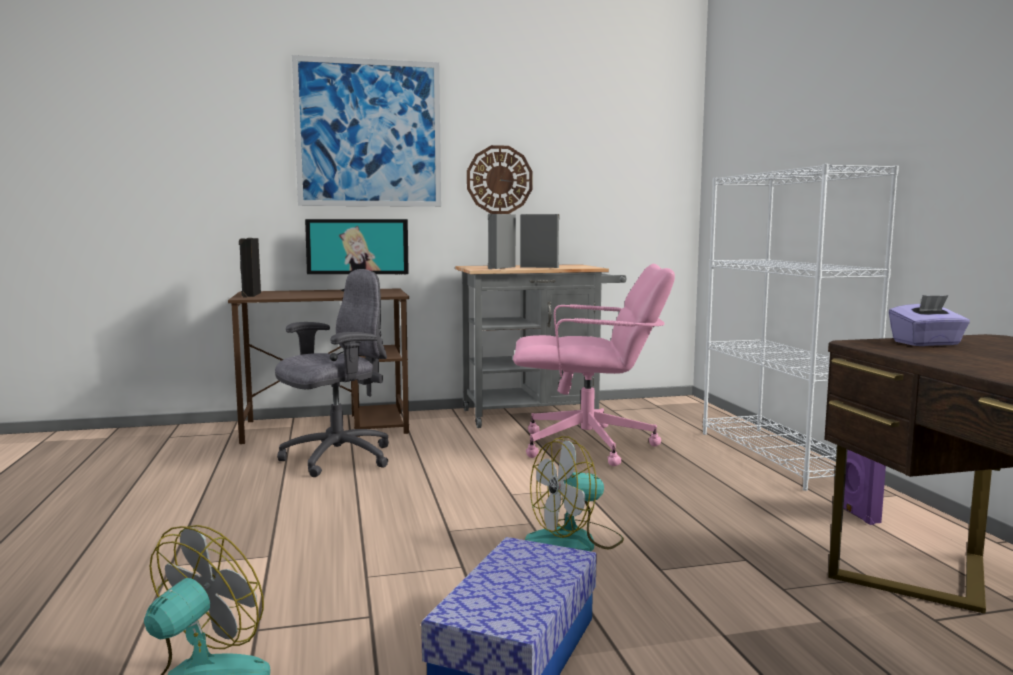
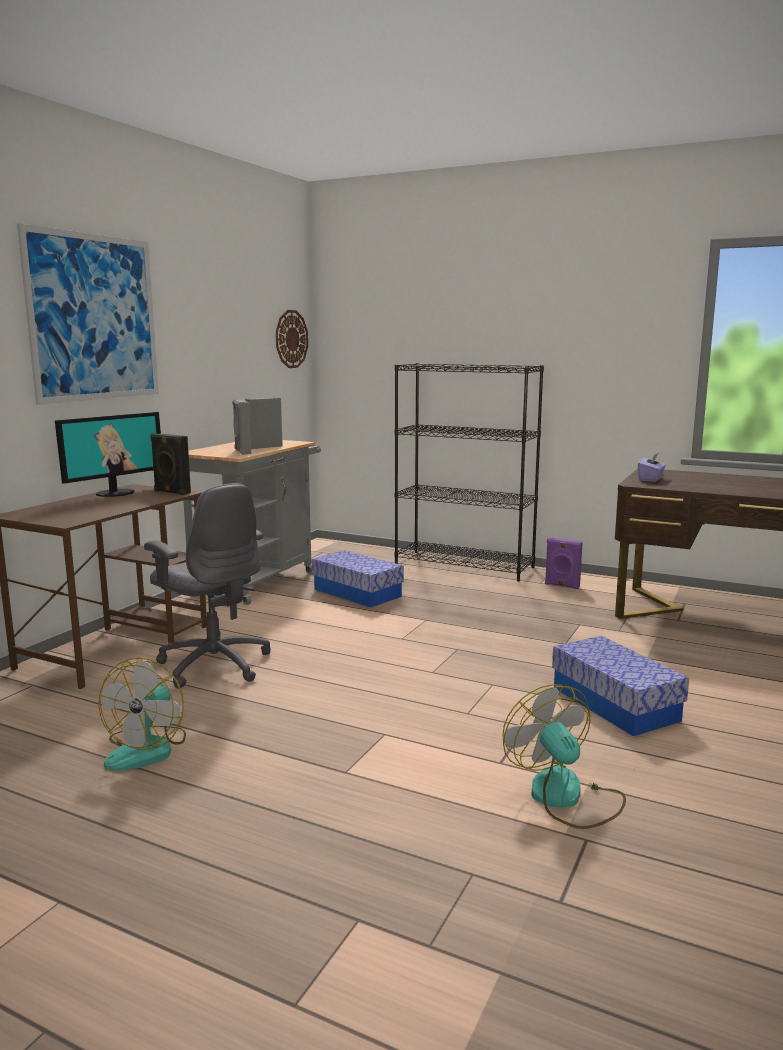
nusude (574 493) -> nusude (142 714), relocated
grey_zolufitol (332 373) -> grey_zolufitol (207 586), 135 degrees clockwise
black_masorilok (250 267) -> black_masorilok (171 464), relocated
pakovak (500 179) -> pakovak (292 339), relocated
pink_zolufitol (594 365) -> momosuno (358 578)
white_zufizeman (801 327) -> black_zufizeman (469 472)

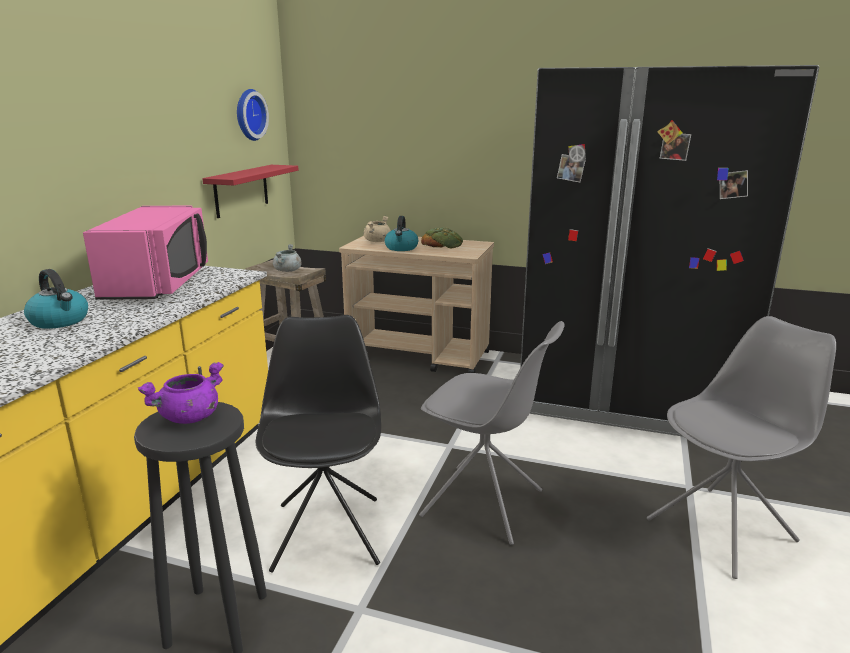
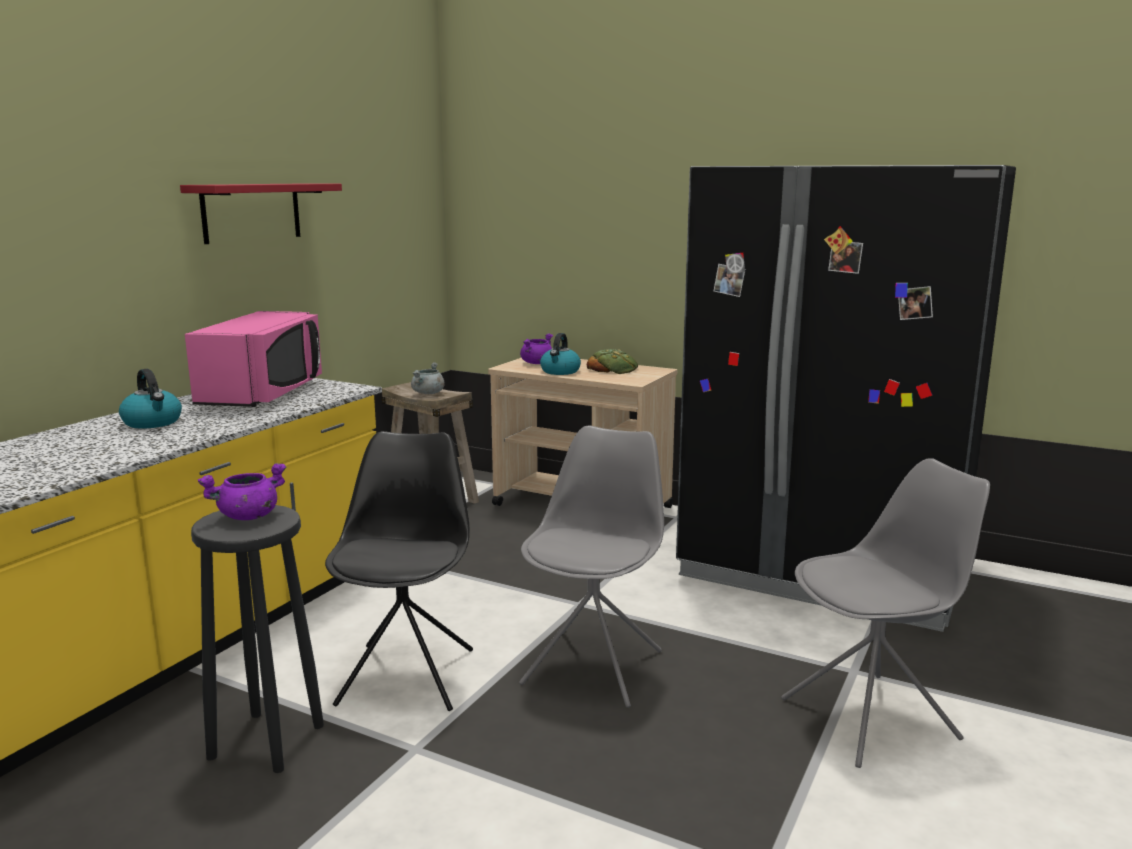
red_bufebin (250 191) -> red_bufebin (261 213), relocated
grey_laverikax (492 433) -> grey_laverikax (591 566), 105 degrees counterclockwise
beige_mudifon (377 229) -> purple_mudifon (536 348)
pakovak (253 115) -> none

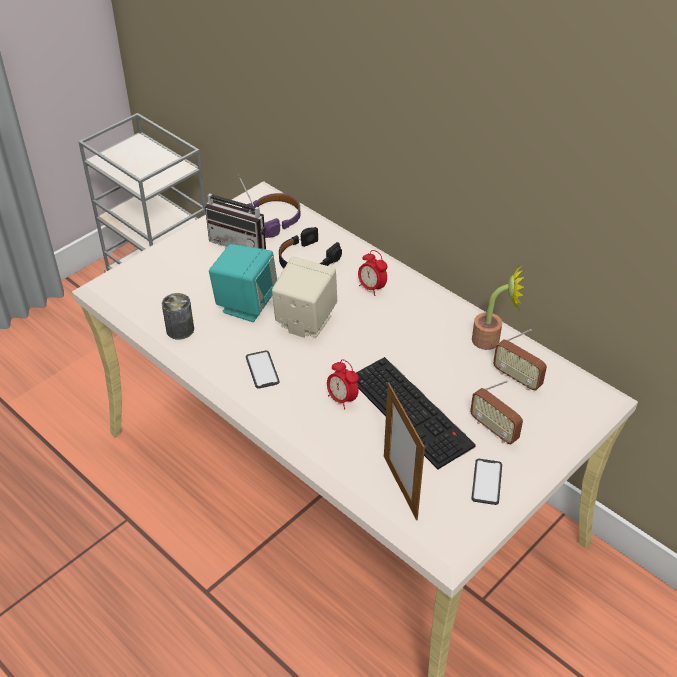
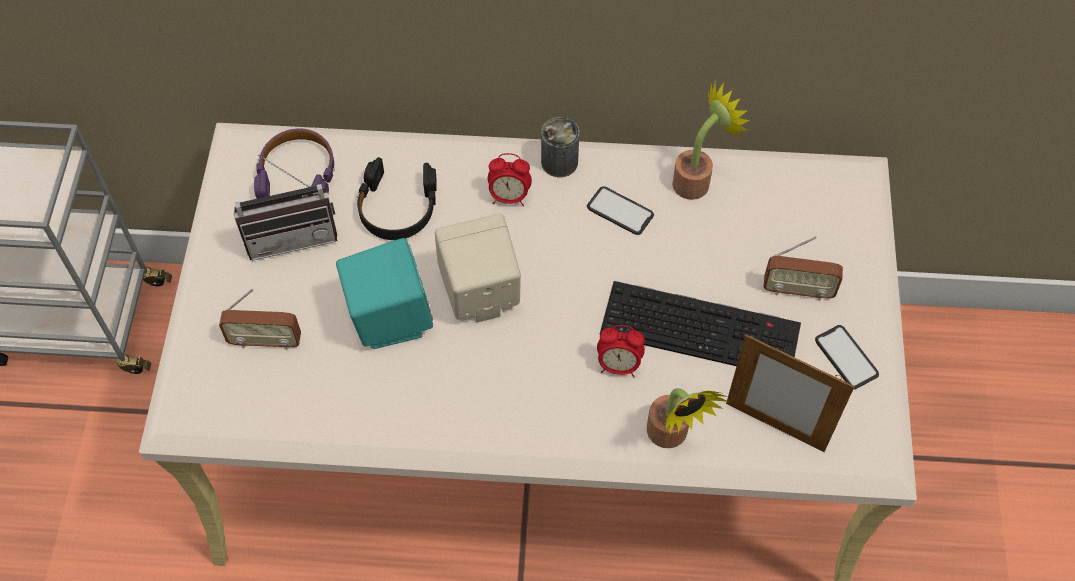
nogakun (520 359) -> nogakun (260 319), relocated
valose (178 316) -> valose (560 147), relocated
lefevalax (263 370) -> lefevalax (620 210), relocated
none -> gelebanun (688 418)

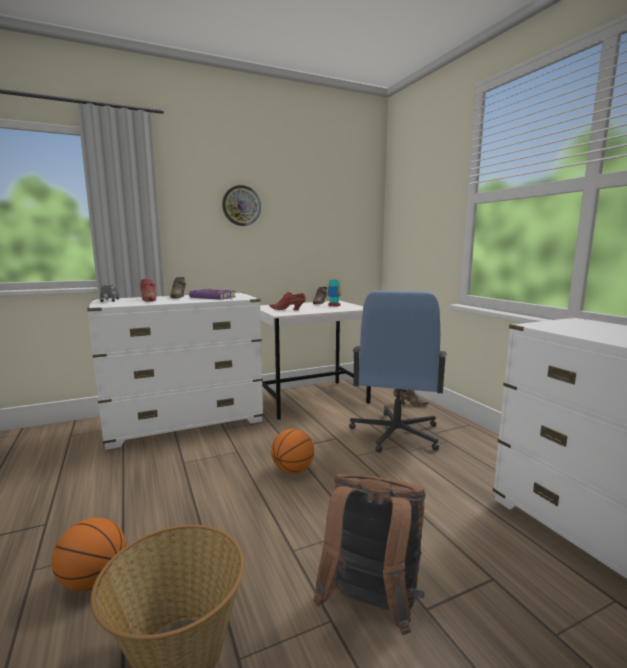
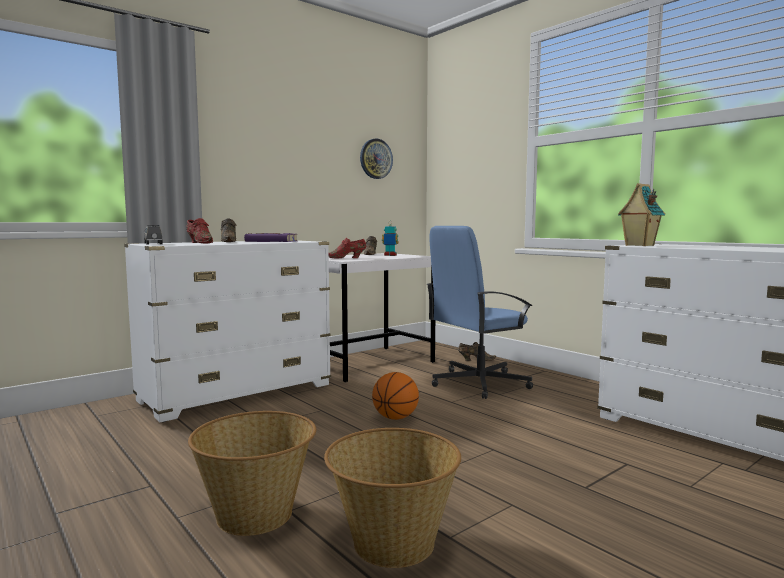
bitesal (89 554) -> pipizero (252 473)
pakovak (241 205) -> pakovak (376 159), relocated
blue_zolufitol (398 372) -> blue_zolufitol (480 312), 60 degrees clockwise
none -> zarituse (641 214)
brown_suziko (369 554) -> none

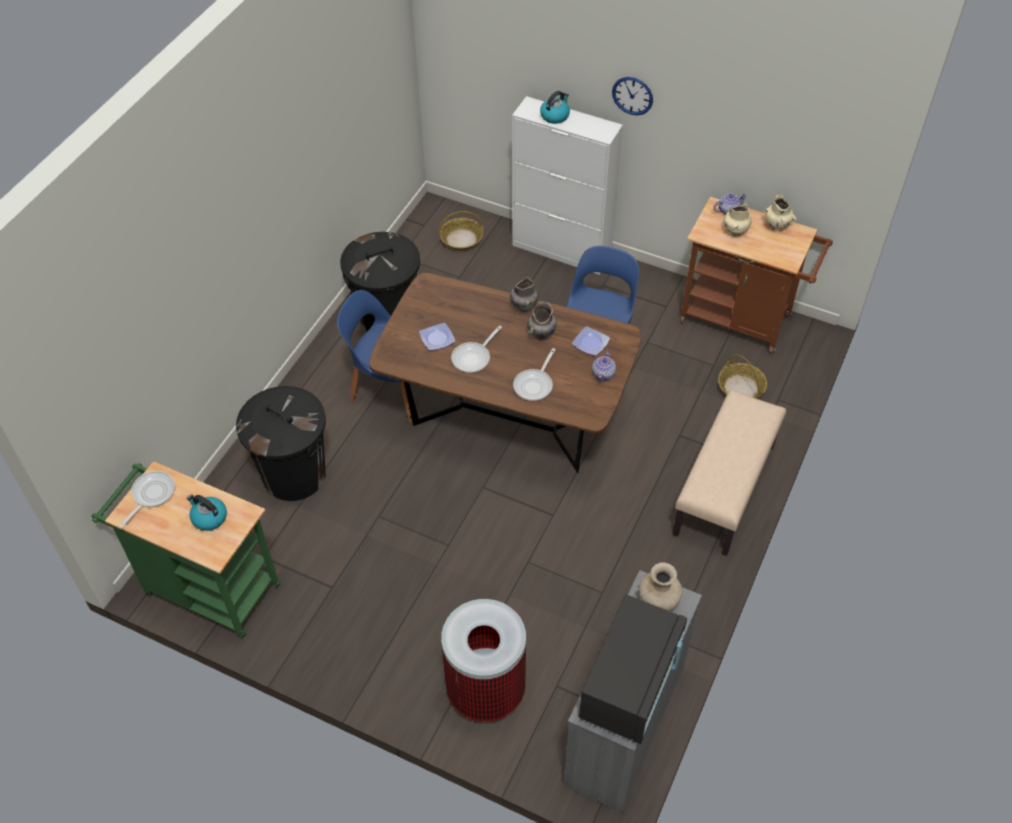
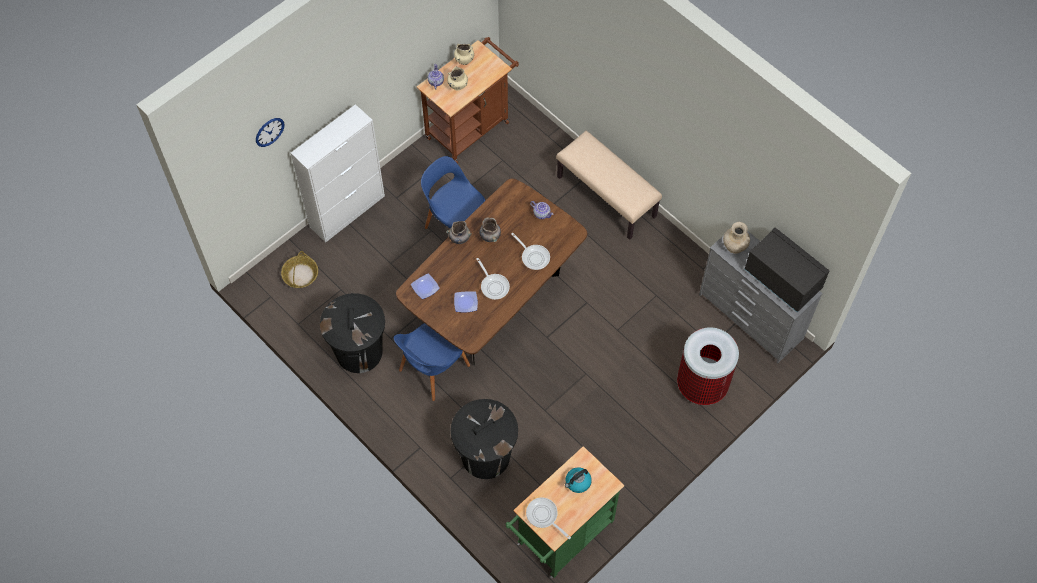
pakovak (632 96) -> pakovak (270 132), relocated
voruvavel (591 341) -> voruvavel (425 286), relocated
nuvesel (555 107) -> none
pipizero (742 377) -> none

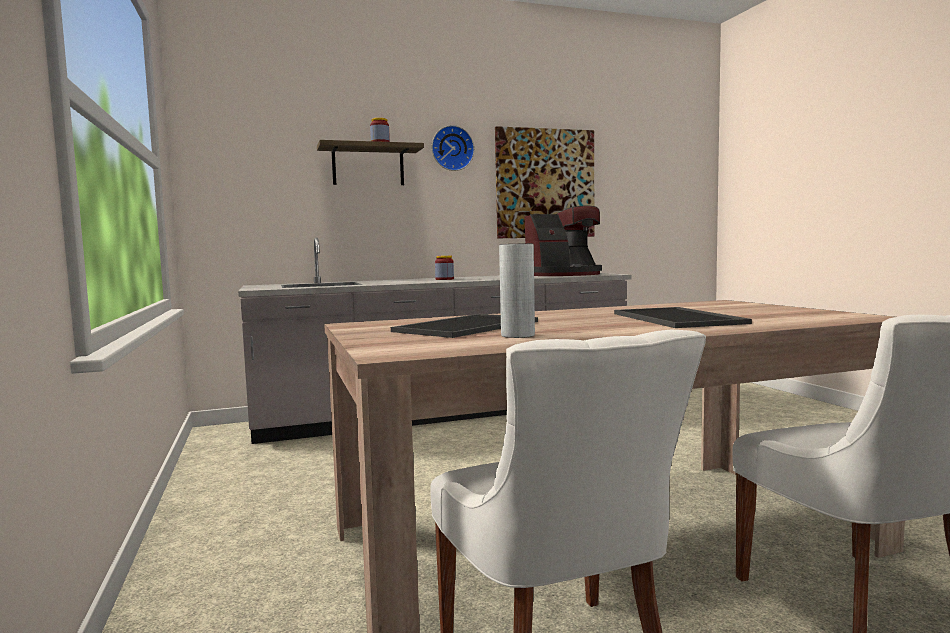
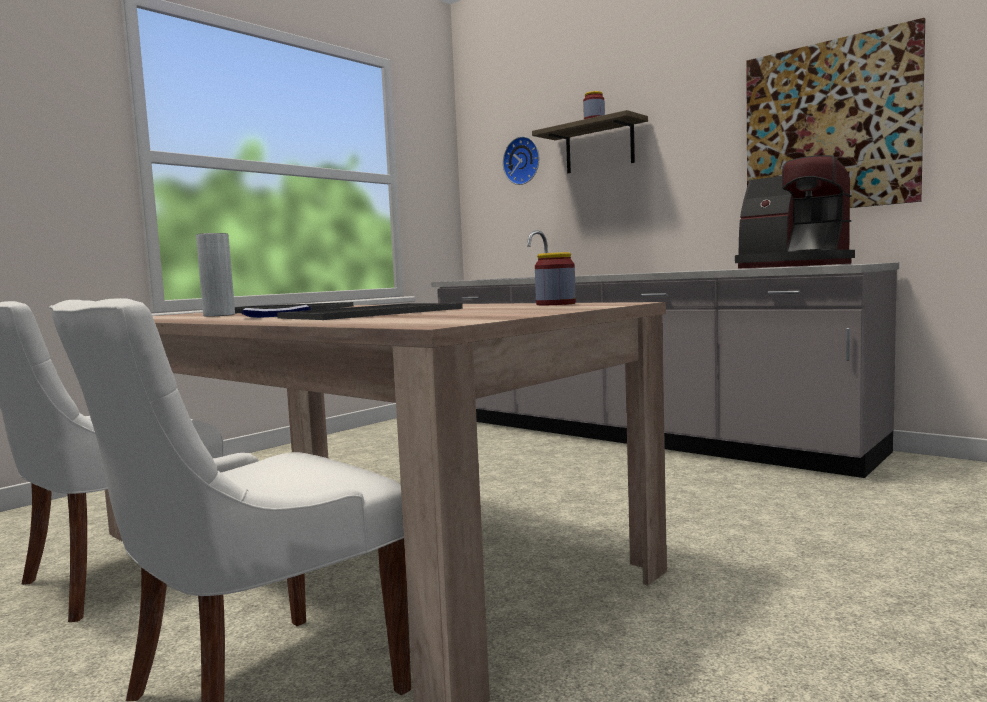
none -> voruvavel (276 311)
pakovak (453 148) -> pakovak (521 160), relocated
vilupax (444 268) -> vilupax (555 278), relocated

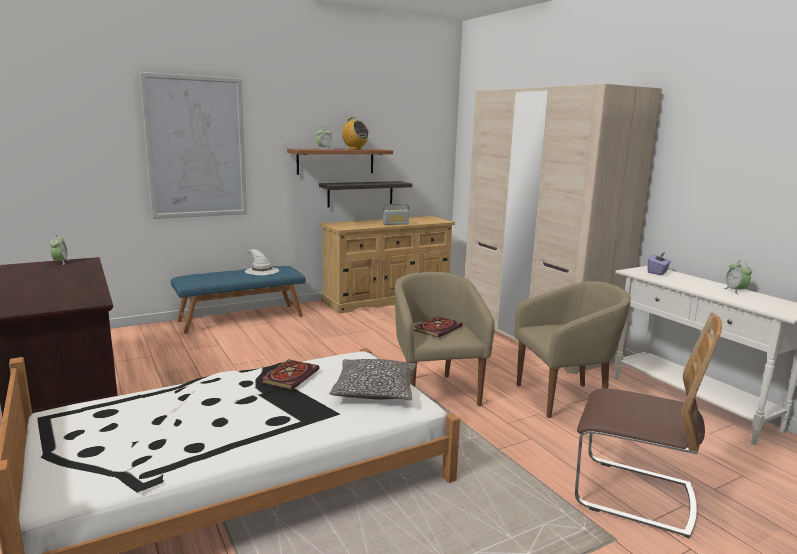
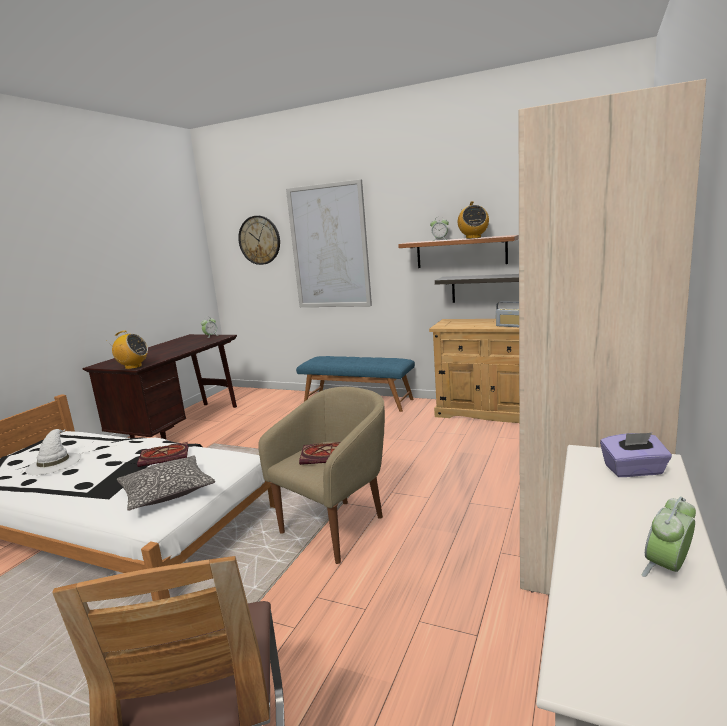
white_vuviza (261 262) -> white_vuviza (53 452), relocated
none -> nogakun (128 349)
none -> pakovak (259 240)
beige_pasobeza (572 349) -> none

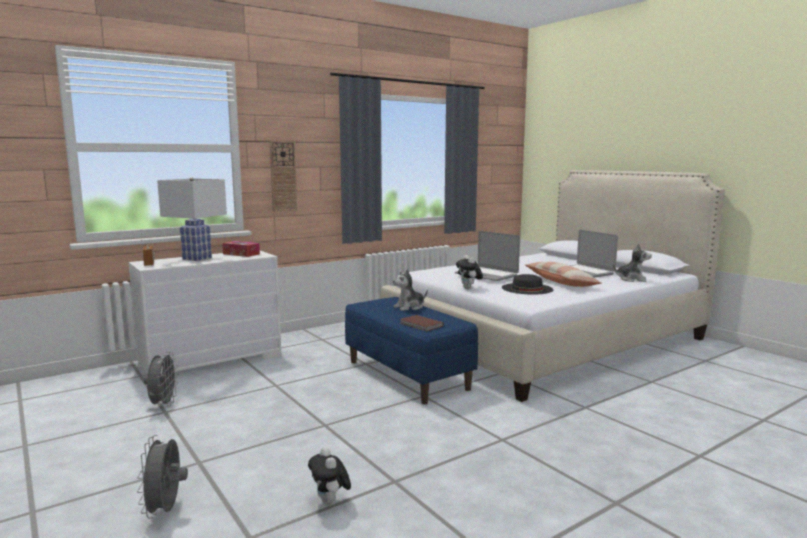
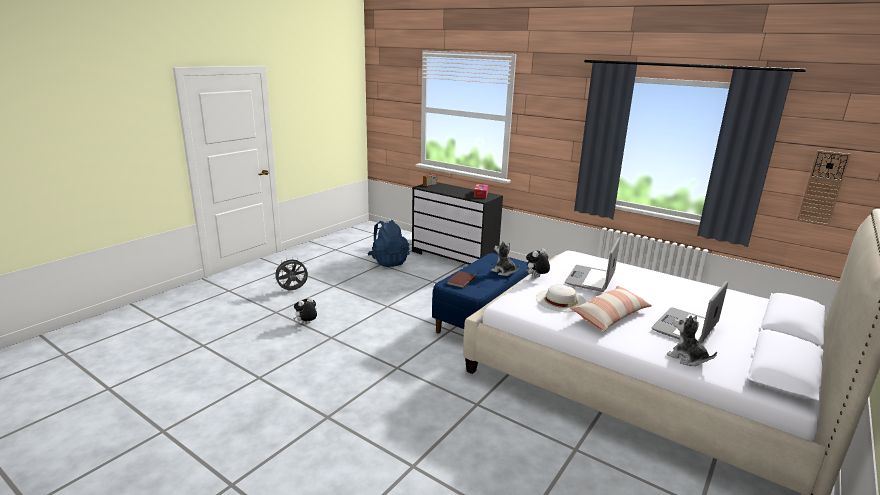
grey_nusude (161 380) -> blue_suziko (388 243)
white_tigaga (205 313) -> black_tigaga (457 223)
black_vuviza (527 284) -> white_vuviza (561 298)
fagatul (632 262) -> fagatul (692 340), 135 degrees clockwise
pakovak (283 176) -> pakovak (824 188), relocated
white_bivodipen (192 219) -> none

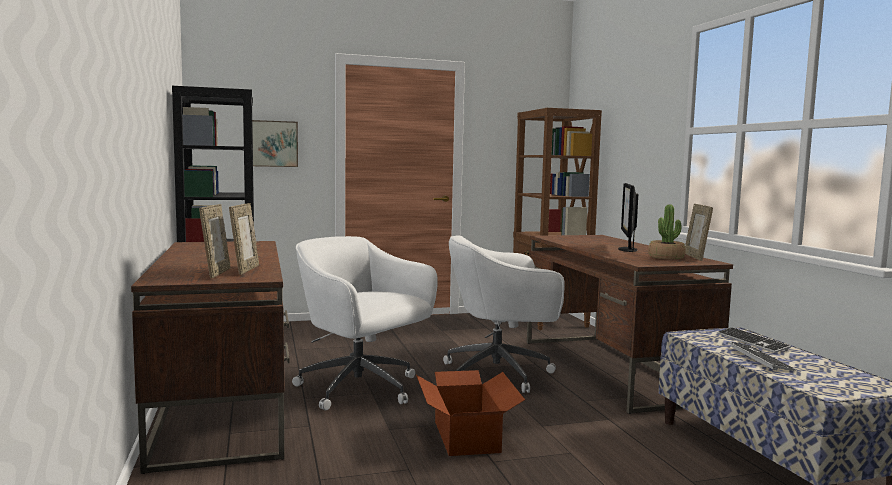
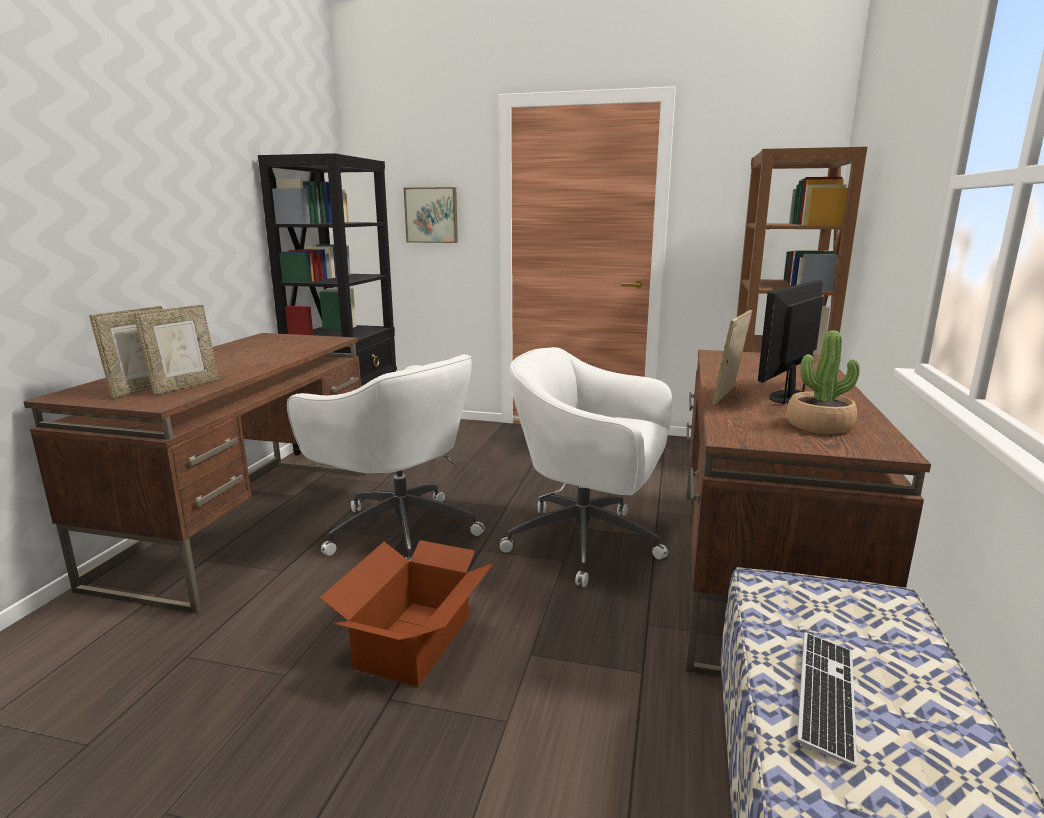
white_zolufitol (365 323) -> white_zolufitol (386 457), 150 degrees clockwise
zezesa (699 232) -> zezesa (732 357), relocated
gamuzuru (754 340) -> none

